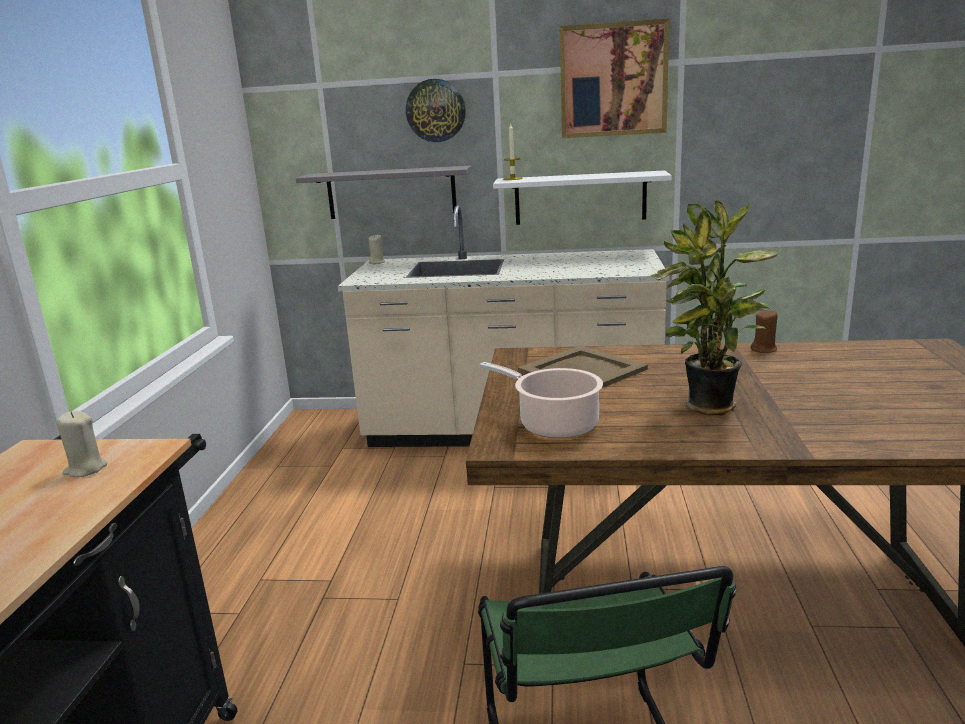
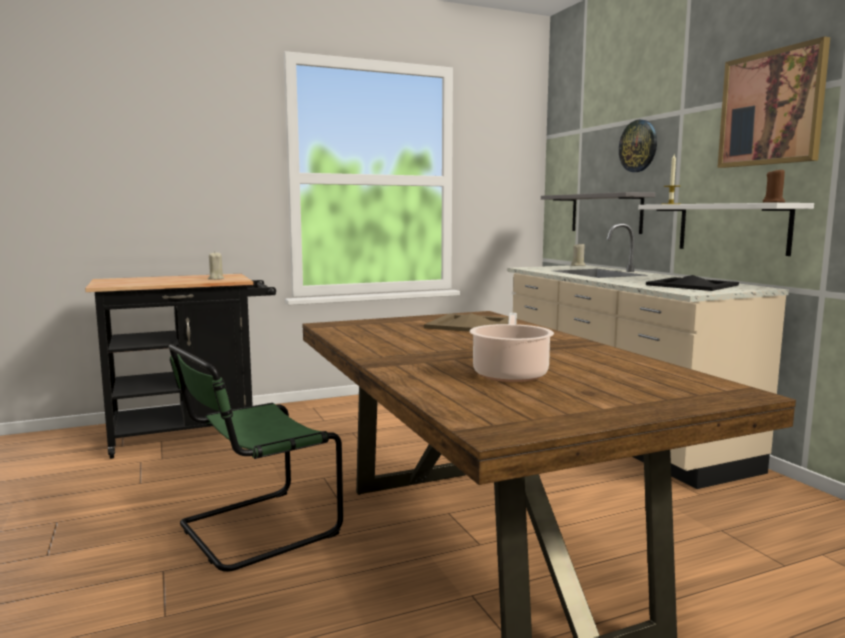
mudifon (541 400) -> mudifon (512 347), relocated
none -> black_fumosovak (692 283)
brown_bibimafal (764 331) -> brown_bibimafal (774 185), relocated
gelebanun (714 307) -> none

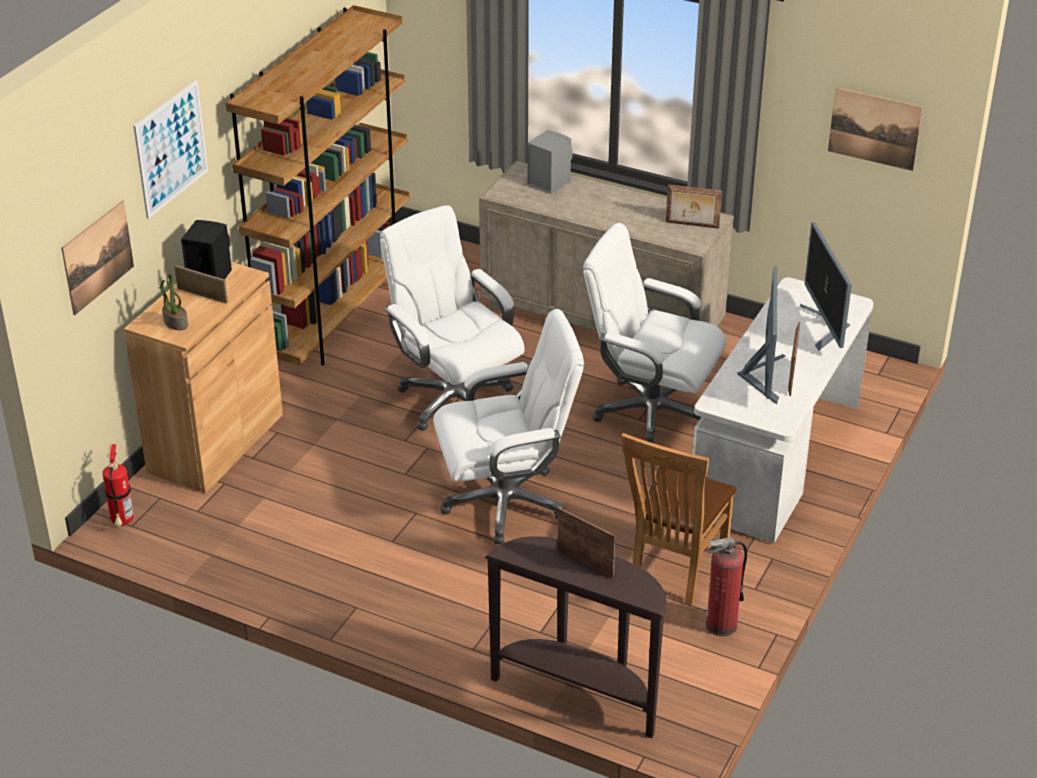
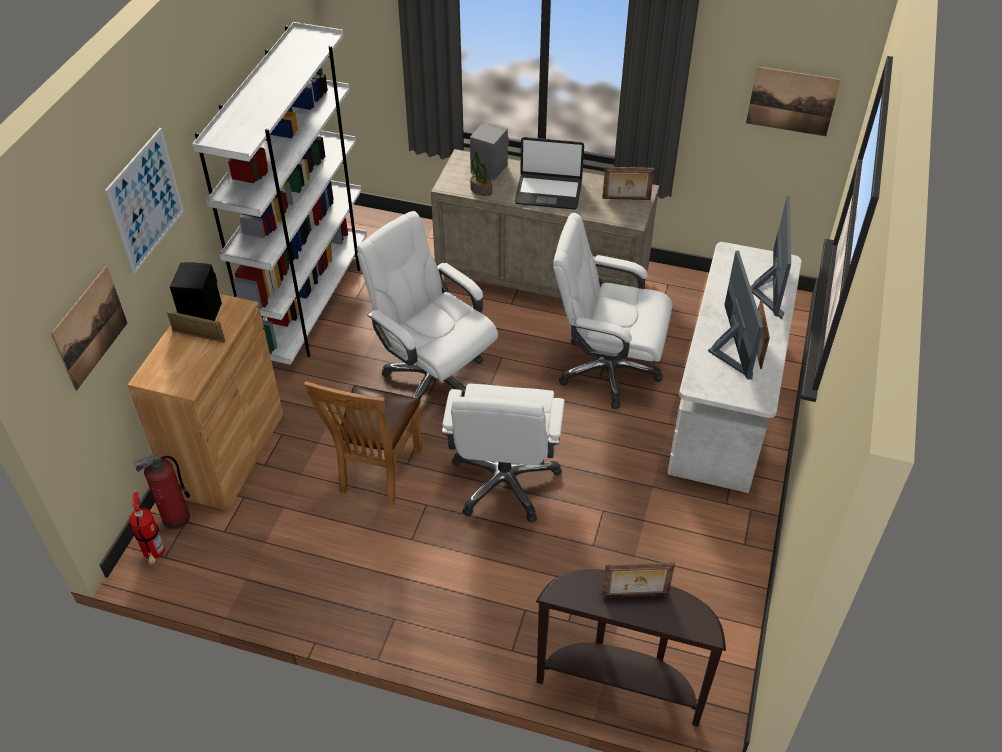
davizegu (726 586) -> davizegu (161 491), relocated
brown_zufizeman (317 185) -> white_zufizeman (279 193)
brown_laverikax (678 519) -> brown_laverikax (363 442), relocated
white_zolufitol (508 426) -> white_zolufitol (503 453), 120 degrees clockwise
gelebanun (173 302) -> gelebanun (481 174), relocated
none -> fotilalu (549 173)
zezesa (586 543) -> zezesa (638 579), 150 degrees clockwise
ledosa (826 286) -> ledosa (770 257), 150 degrees counterclockwise

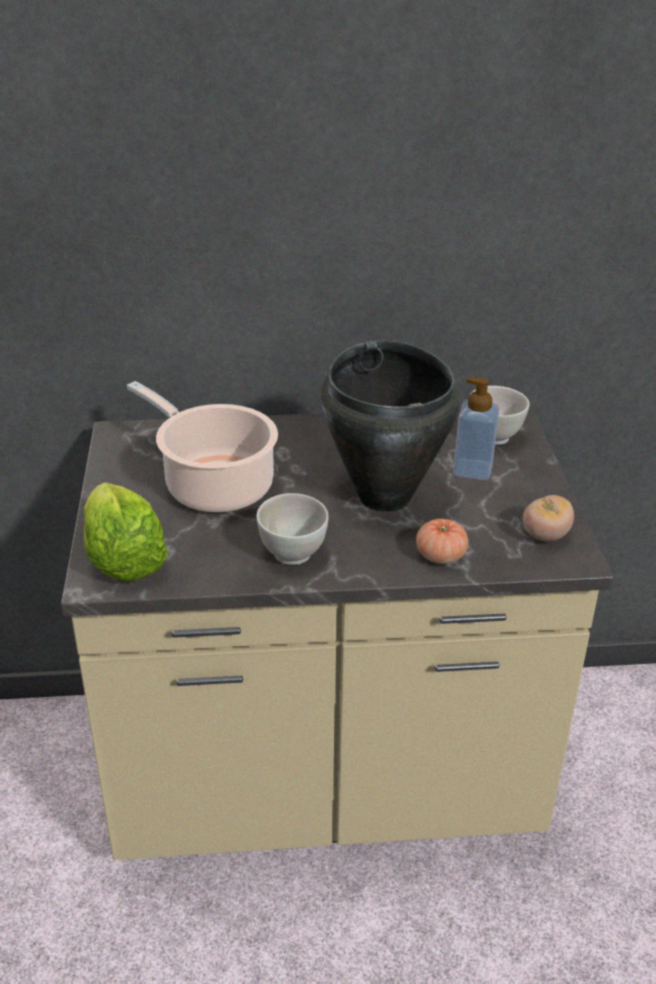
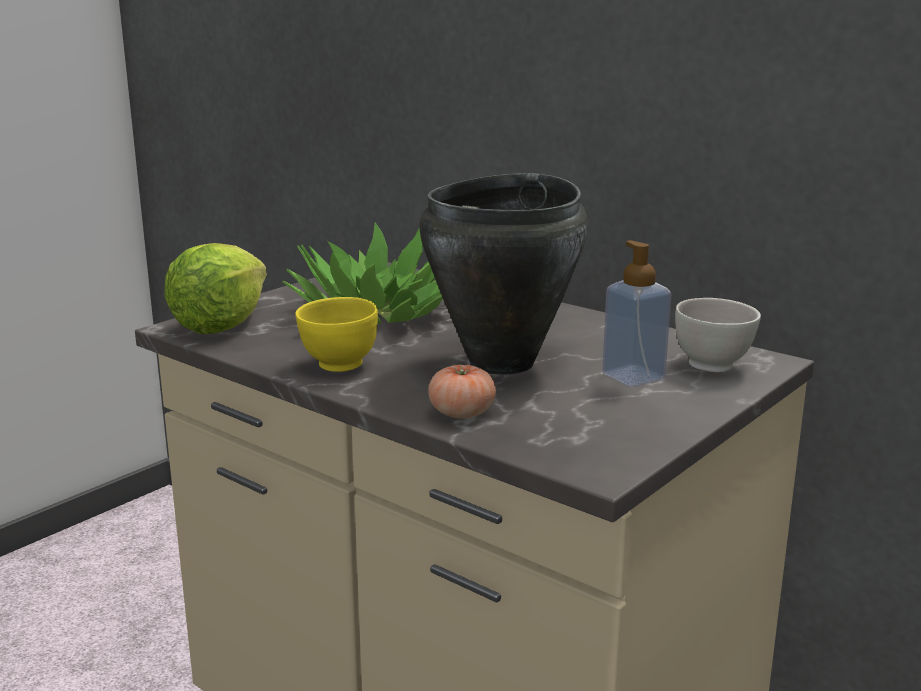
mudifon (202 446) -> gelebanun (362 273)
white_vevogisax (292 529) -> yellow_vevogisax (336 334)
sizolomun (548 518) -> none

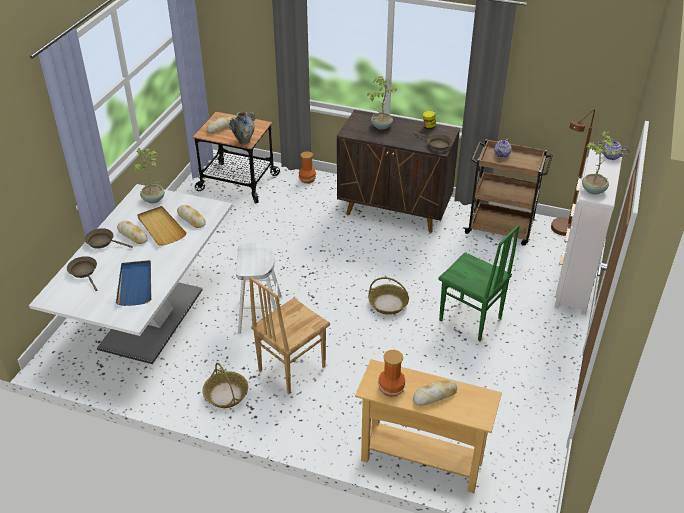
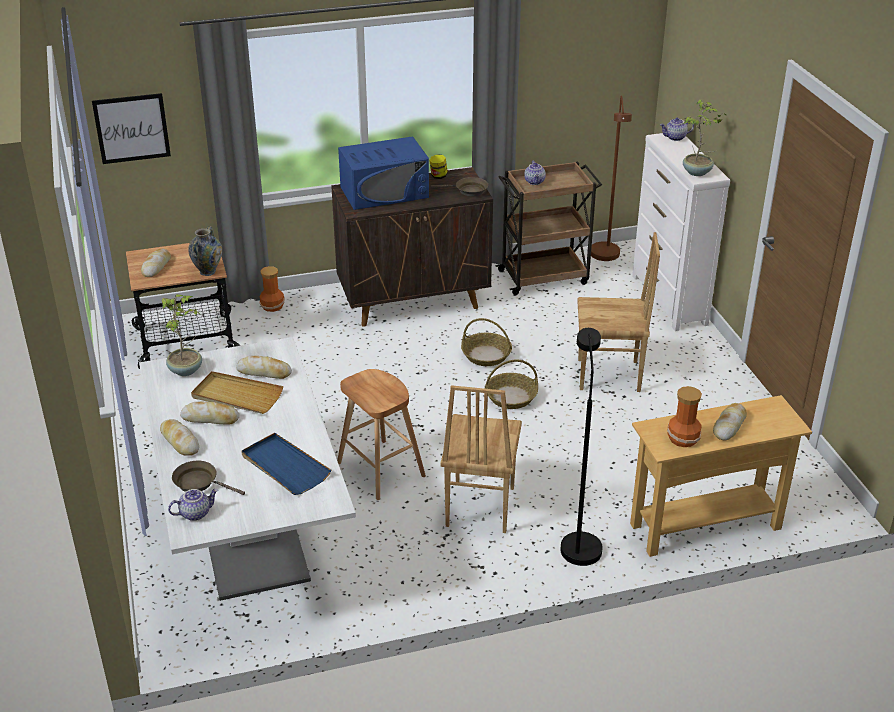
none -> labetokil (131 128)
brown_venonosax (109 238) -> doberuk (179 437)
none -> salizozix (193 505)
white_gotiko (259 288) -> brown_gotiko (381 434)
gelebanun (382 103) -> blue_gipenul (383 173)
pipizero (225 385) -> pipizero (486 342), relocated
none -> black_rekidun (581 447)
green_laverikax (478 283) -> brown_laverikax (618 312)

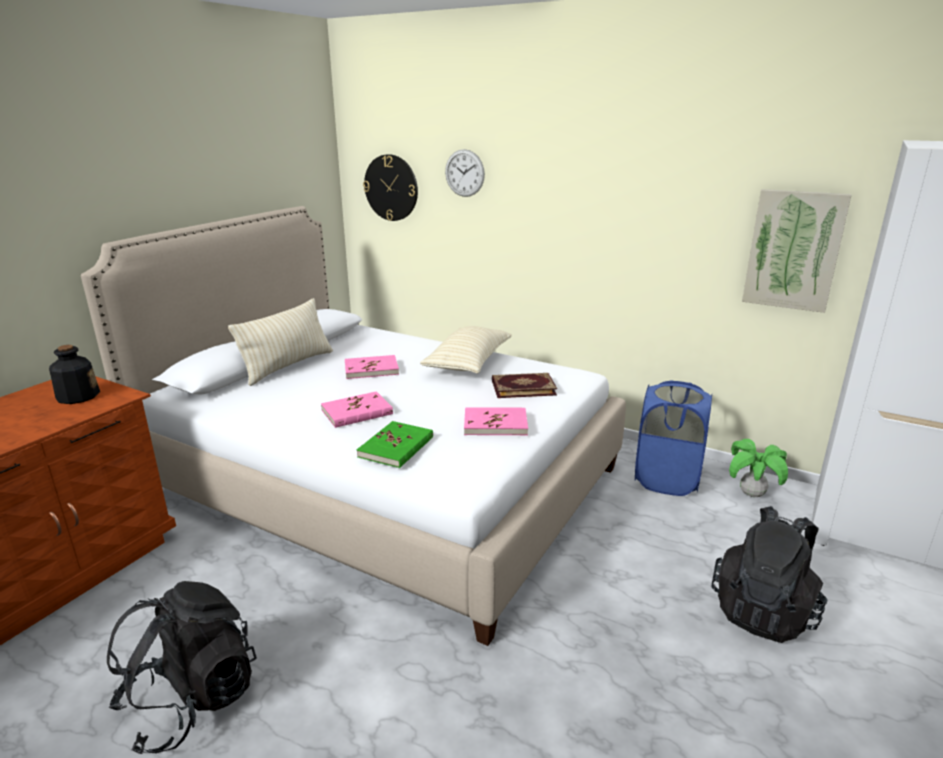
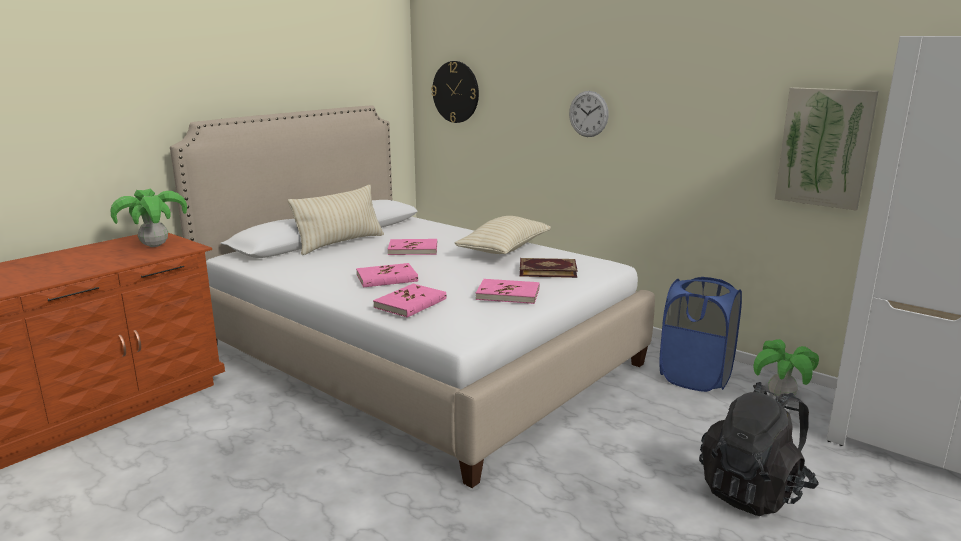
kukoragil (74 374) -> gelebanun (149 217)
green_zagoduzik (395 444) -> pink_zagoduzik (410 301)
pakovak (465 173) -> pakovak (589 114), relocated
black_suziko (182 667) -> none

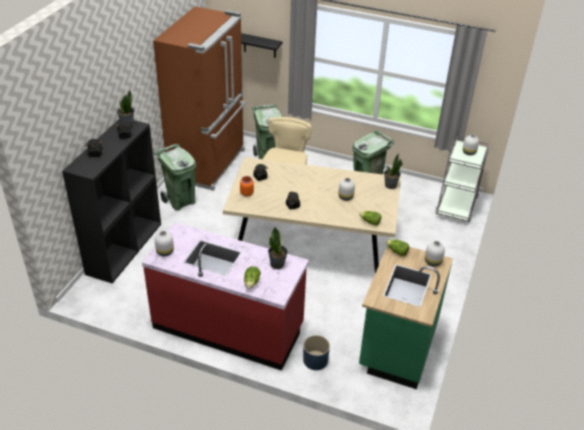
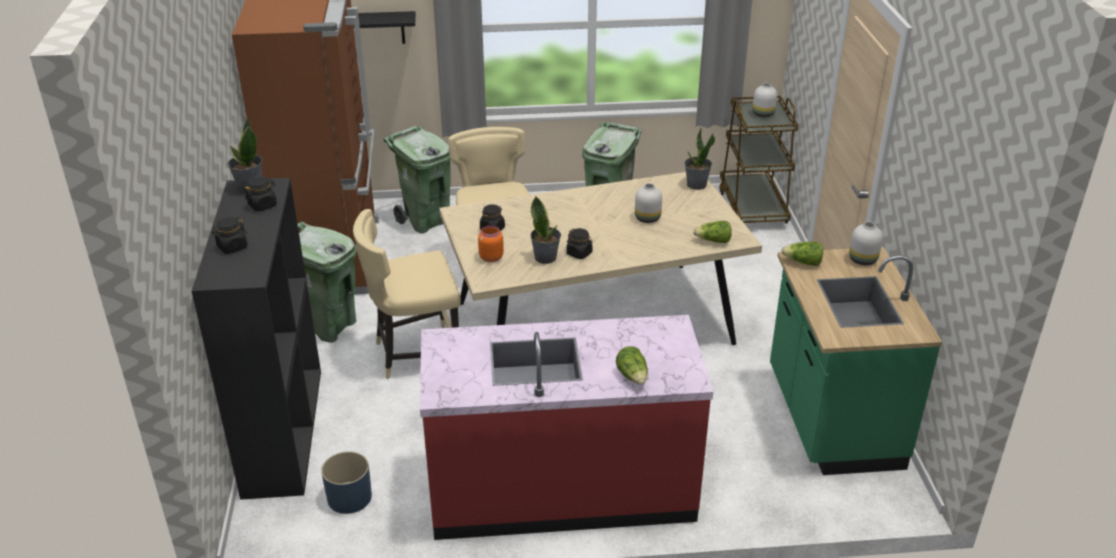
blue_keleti (316 352) -> blue_keleti (346 482), relocated
none -> beige_laverikax (407 294)
gelebanun (278 248) -> gelebanun (546 230), relocated
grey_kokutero (462 179) -> brown_kokutero (758 160)
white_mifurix (164 243) -> none

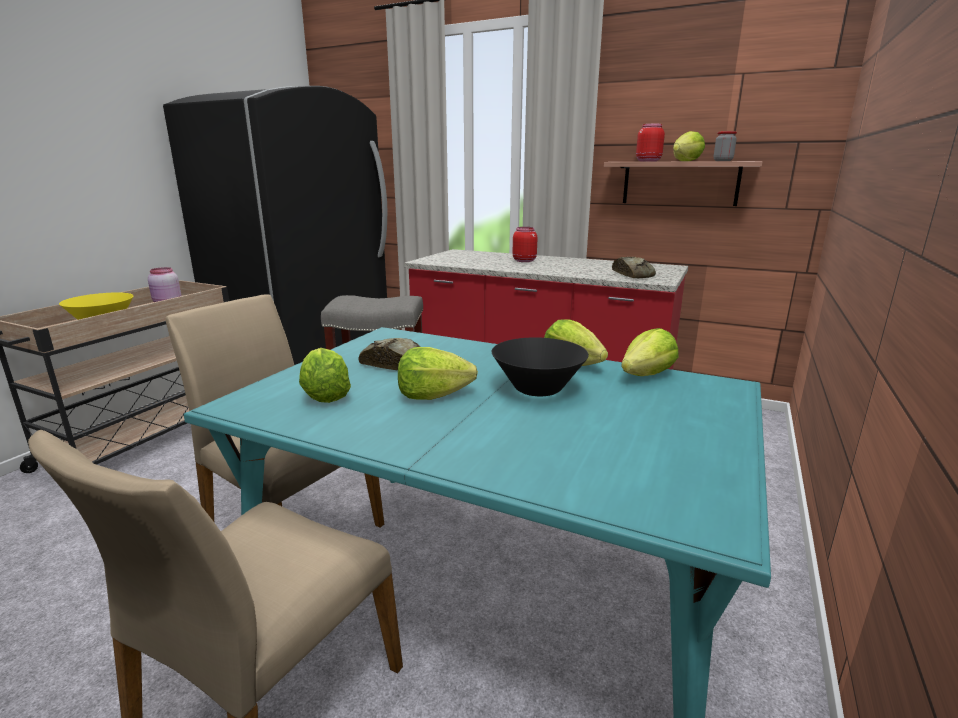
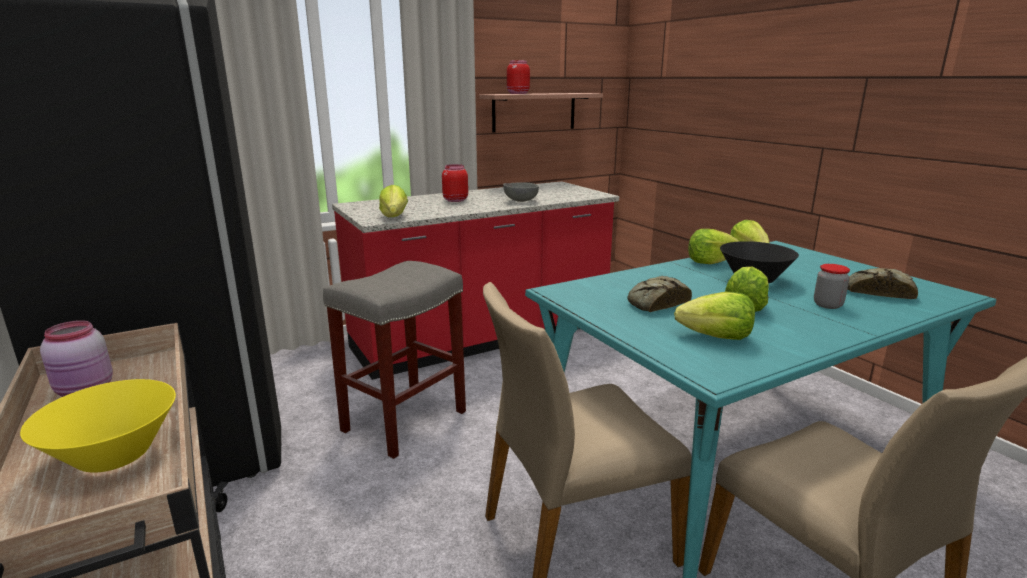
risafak (689 146) -> risafak (393 201), relocated
none -> grey_vevogisax (521 192)
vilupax (725 146) -> vilupax (832 286), relocated
doberuk (634 267) -> doberuk (882 283), relocated

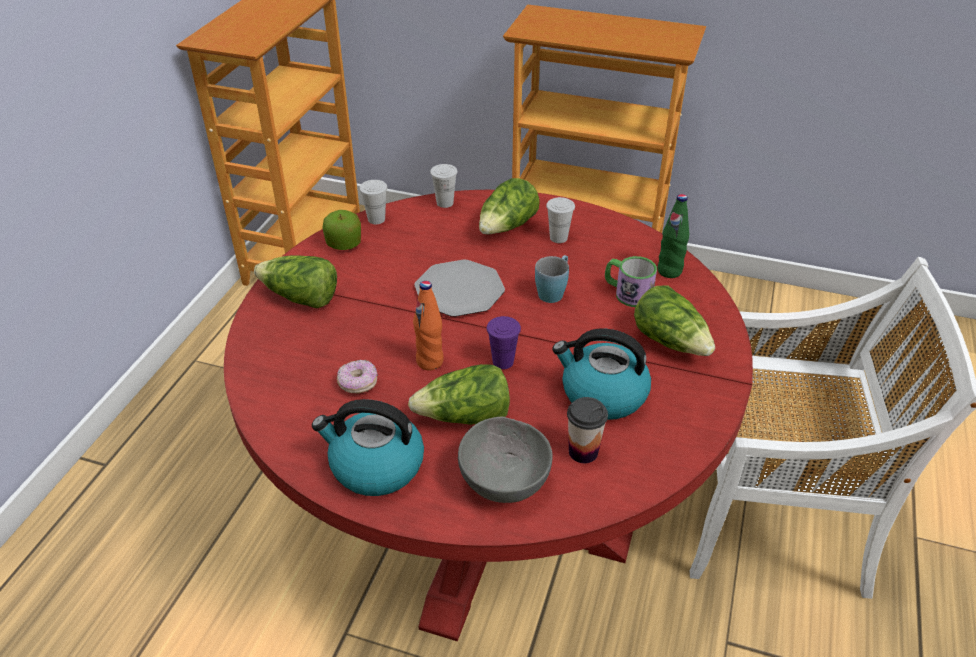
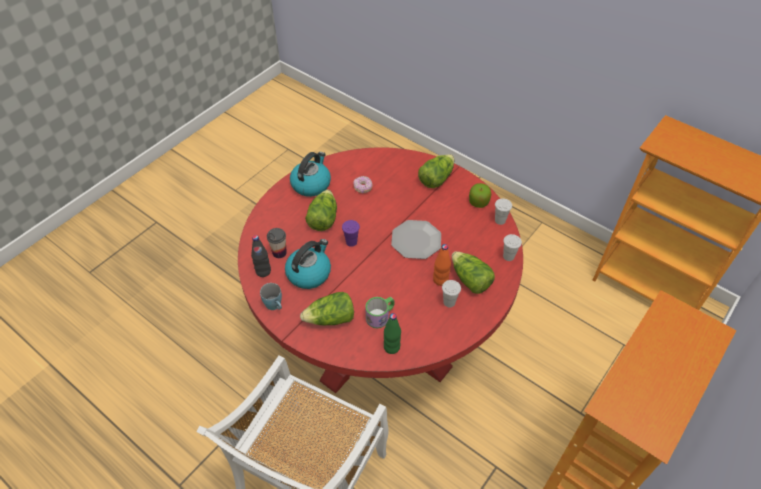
none -> black_kukoragil (261 256)
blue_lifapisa (552 279) -> blue_lifapisa (271 296), relocated
orange_kukoragil (428 326) -> orange_kukoragil (442 265), relocated
grey_vevogisax (505 460) -> none

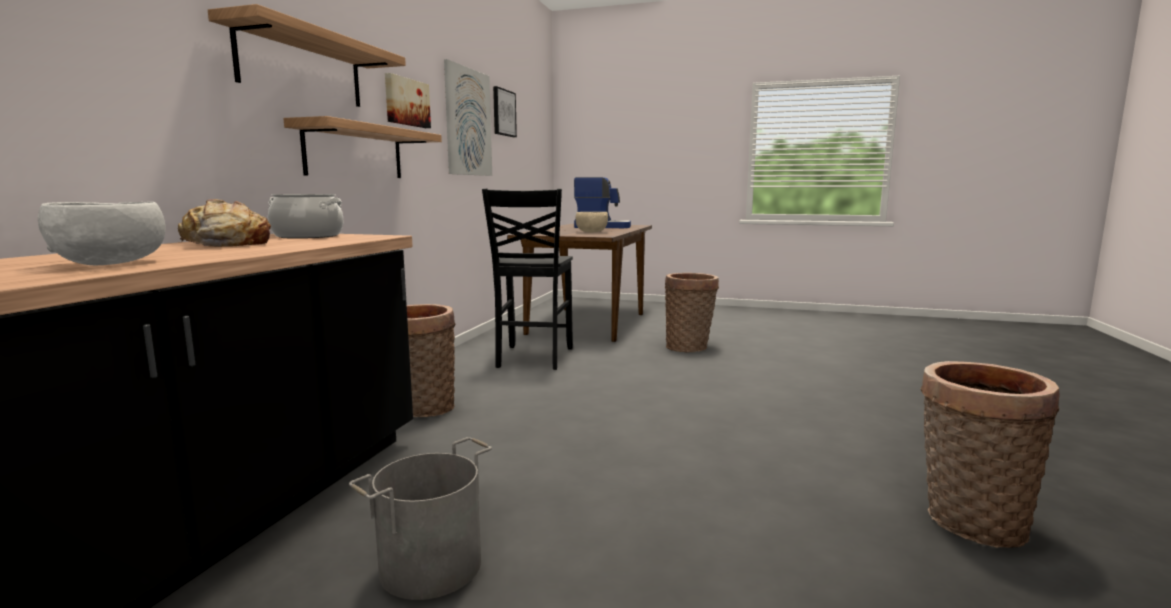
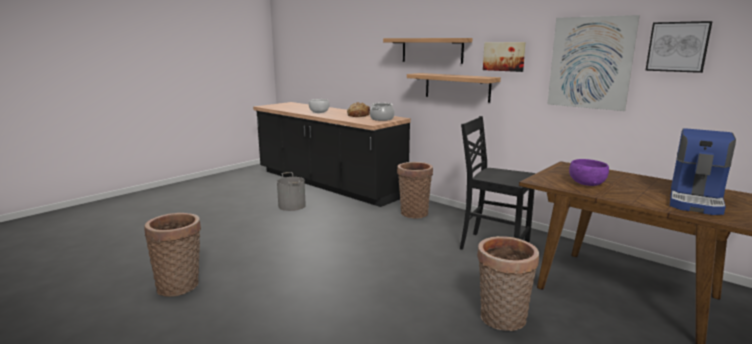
beige_vevogisax (592 222) -> purple_vevogisax (589 172)

